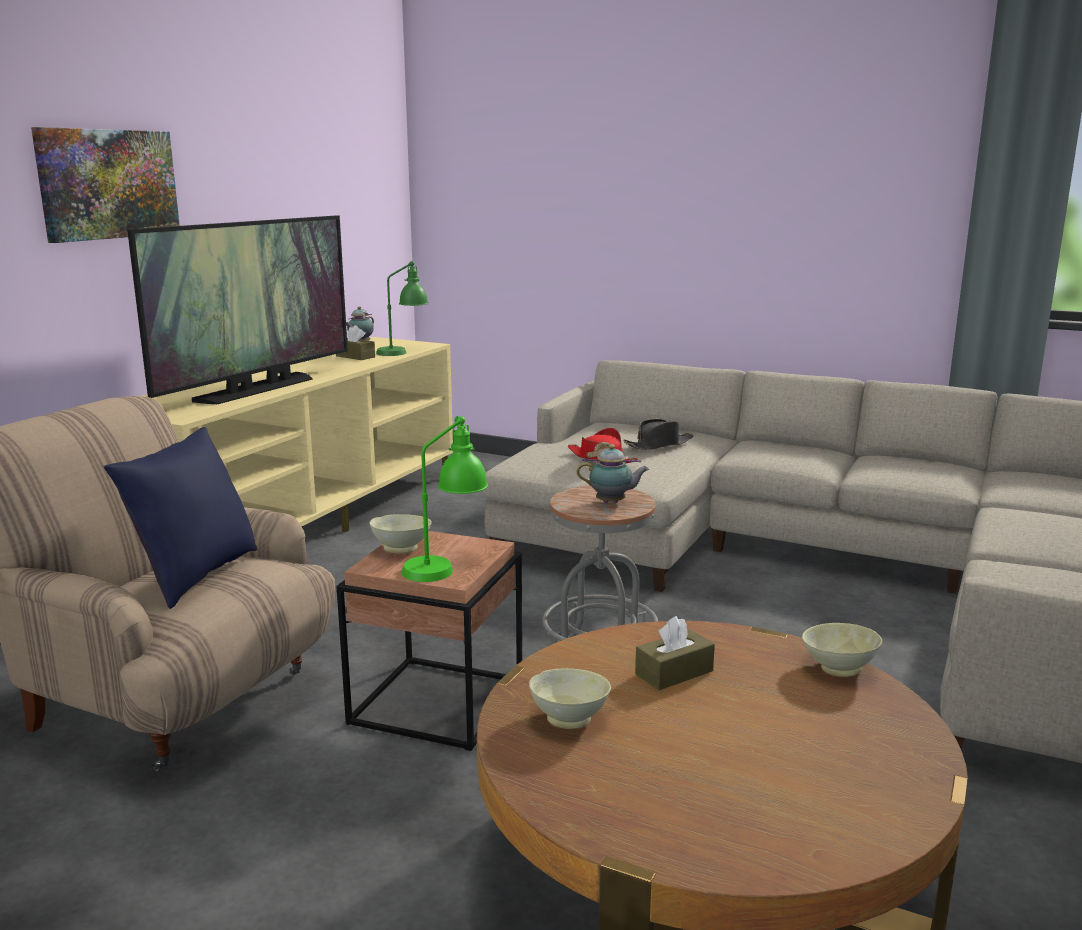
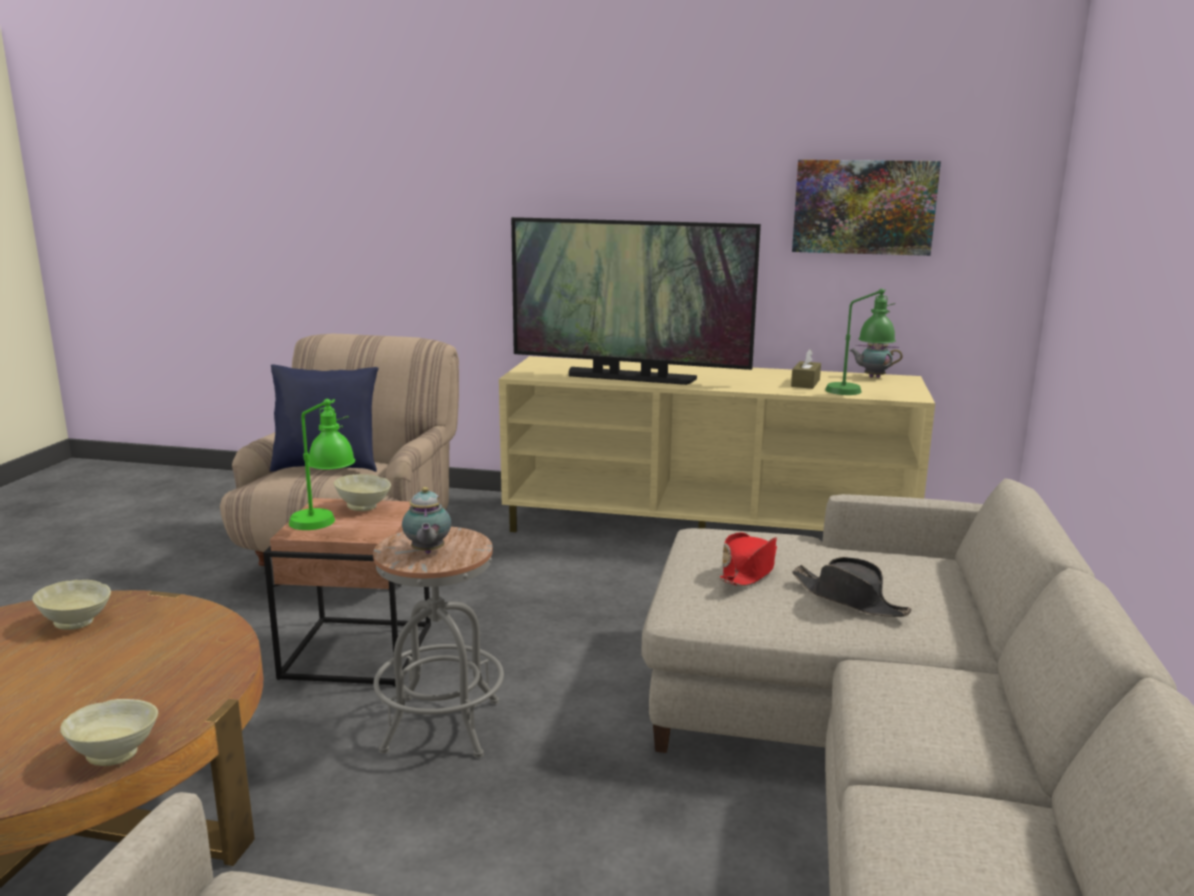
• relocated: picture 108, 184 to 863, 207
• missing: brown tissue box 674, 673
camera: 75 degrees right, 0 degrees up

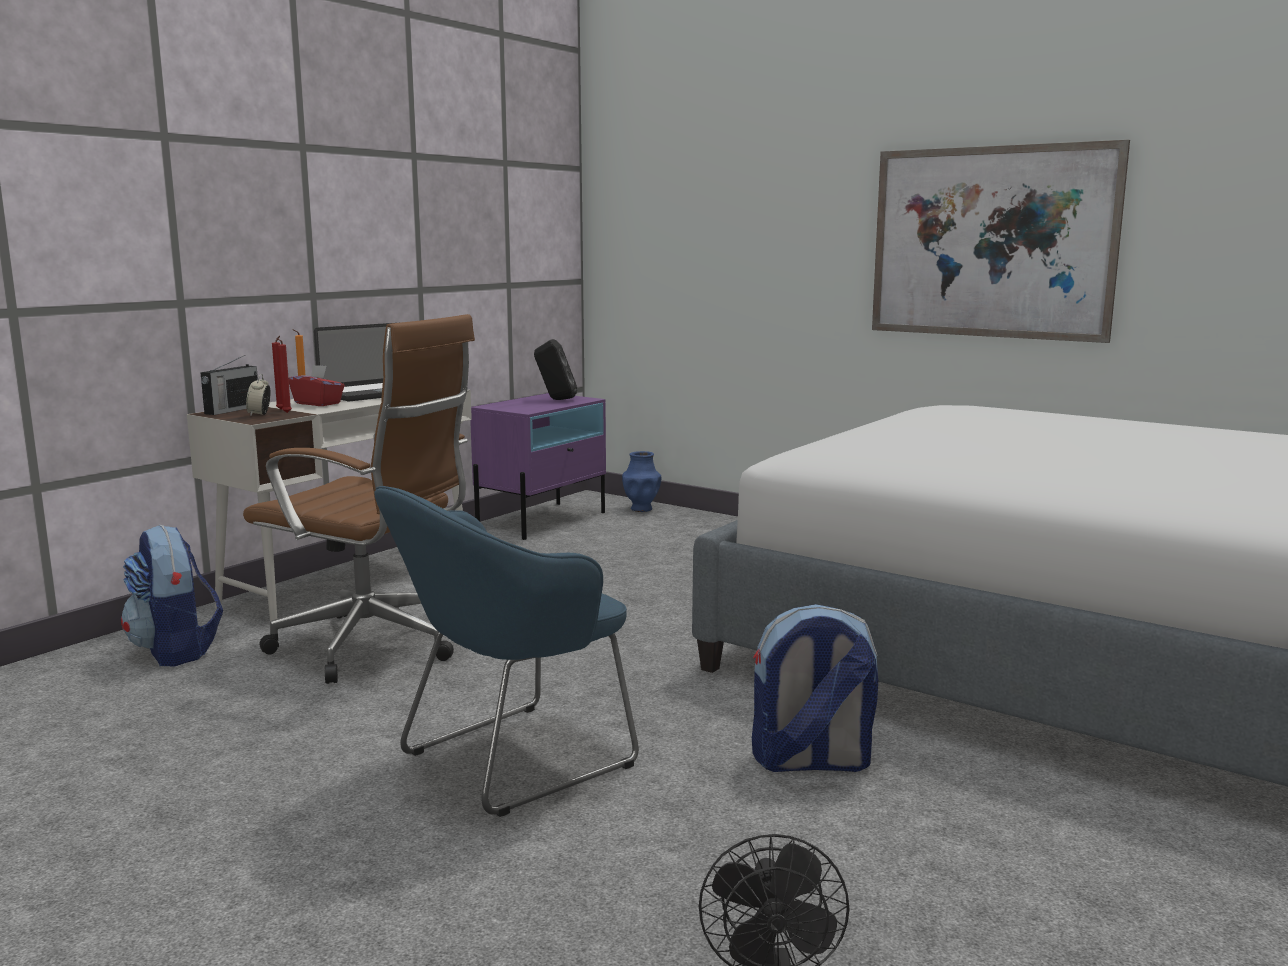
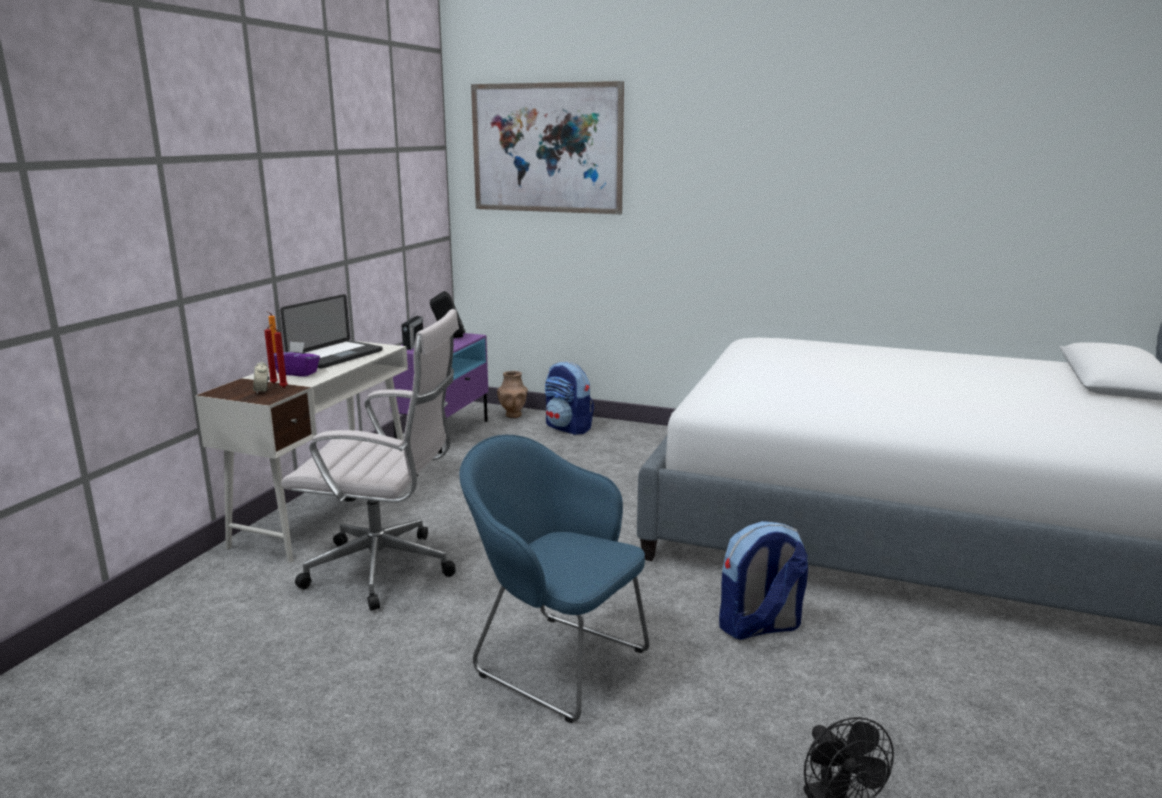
• relocated: picture 991, 242 to 546, 148
• colour: brown office chair 375, 647 to white office chair 387, 570
• relocated: radio 231, 410 to 413, 345
• colour: red tissue box 318, 403 to purple tissue box 298, 373
• colour: blue vase 641, 509 to brown vase 513, 415
• spun: blue armchair 507, 761 = 554, 660 90 degrees clockwise
• relocated: backpack 176, 651 to 568, 428
camera: 15 degrees left, 5 degrees up

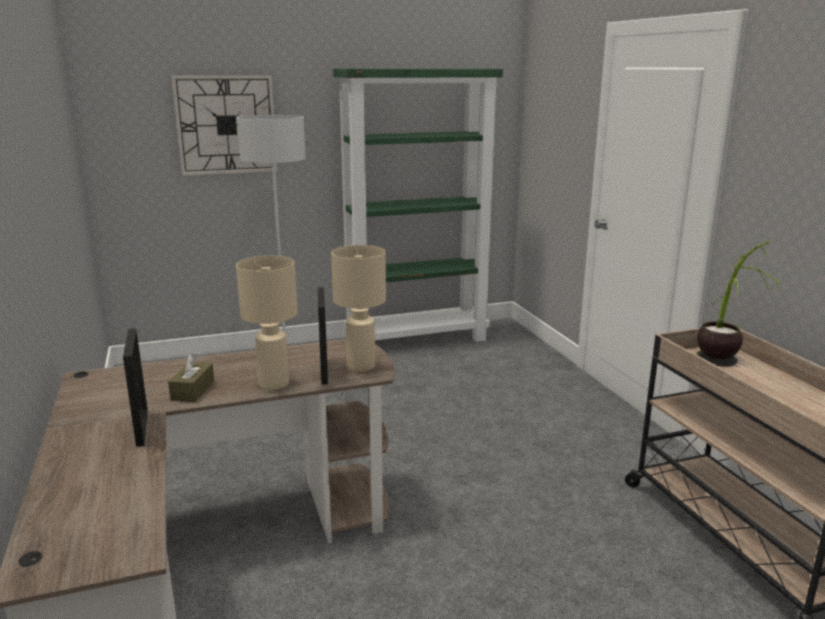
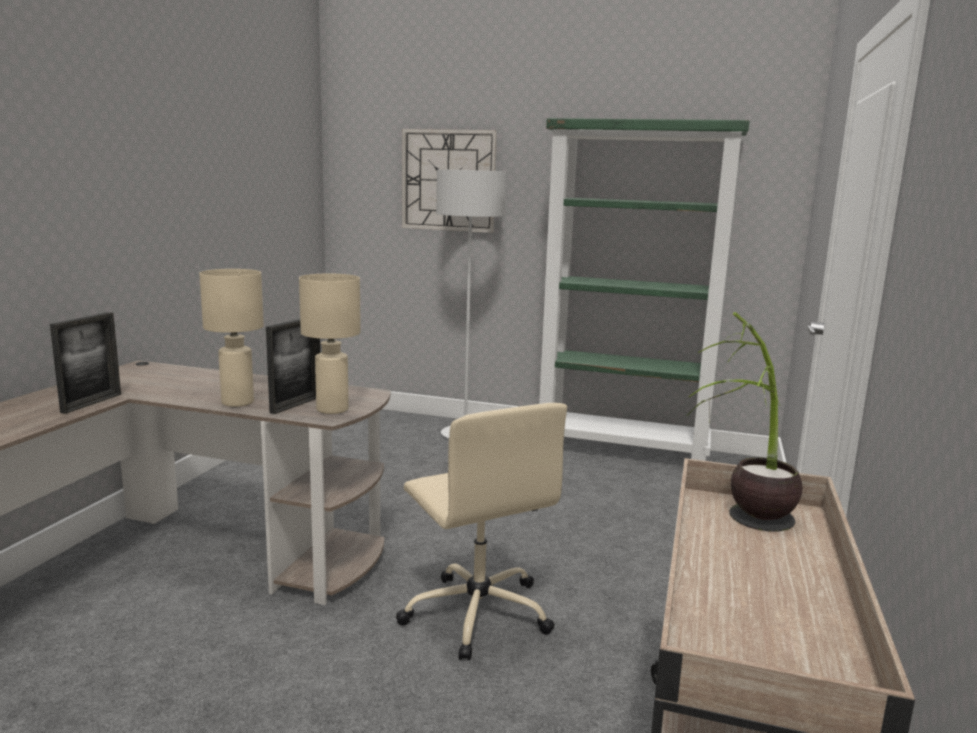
• missing: brown tissue box 193, 391
• appeared: beige office chair 477, 613
camera: 35 degrees right, 5 degrees down

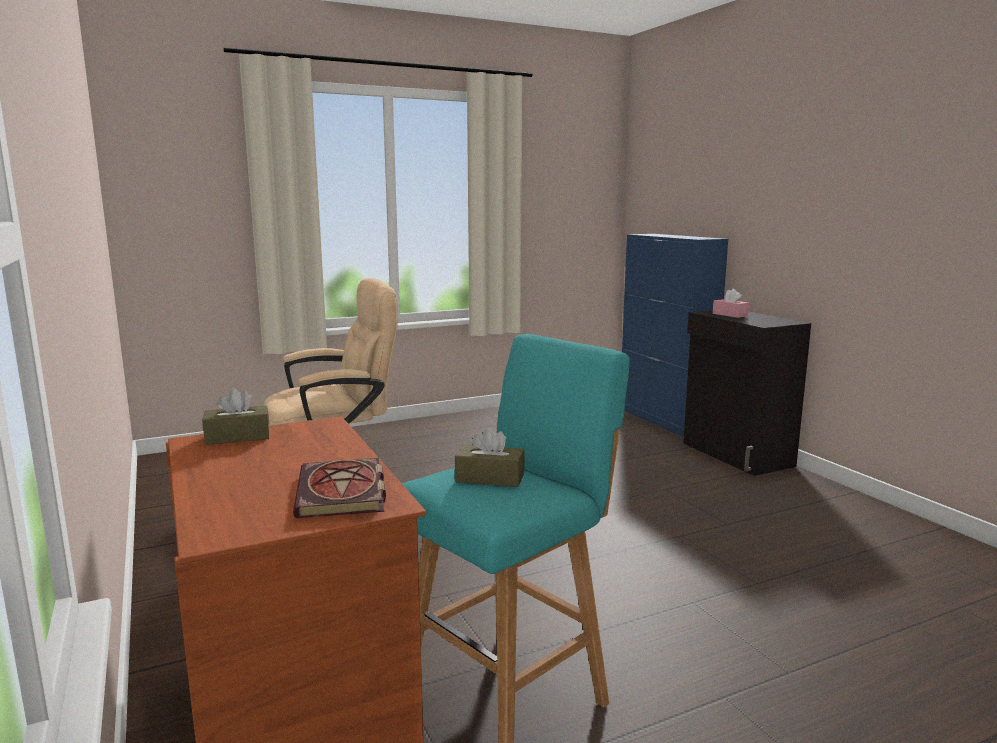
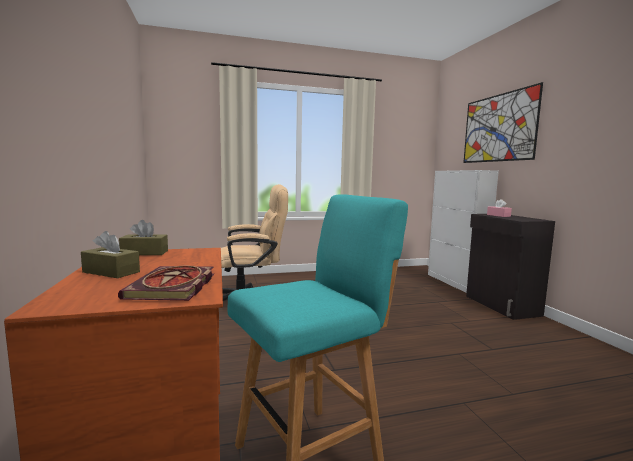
• colour: blue cabinet 664, 420 to white cabinet 455, 282
• relocated: brown tissue box 490, 478 to 111, 272
• appeared: picture 498, 128
camera: 10 degrees right, 5 degrees down

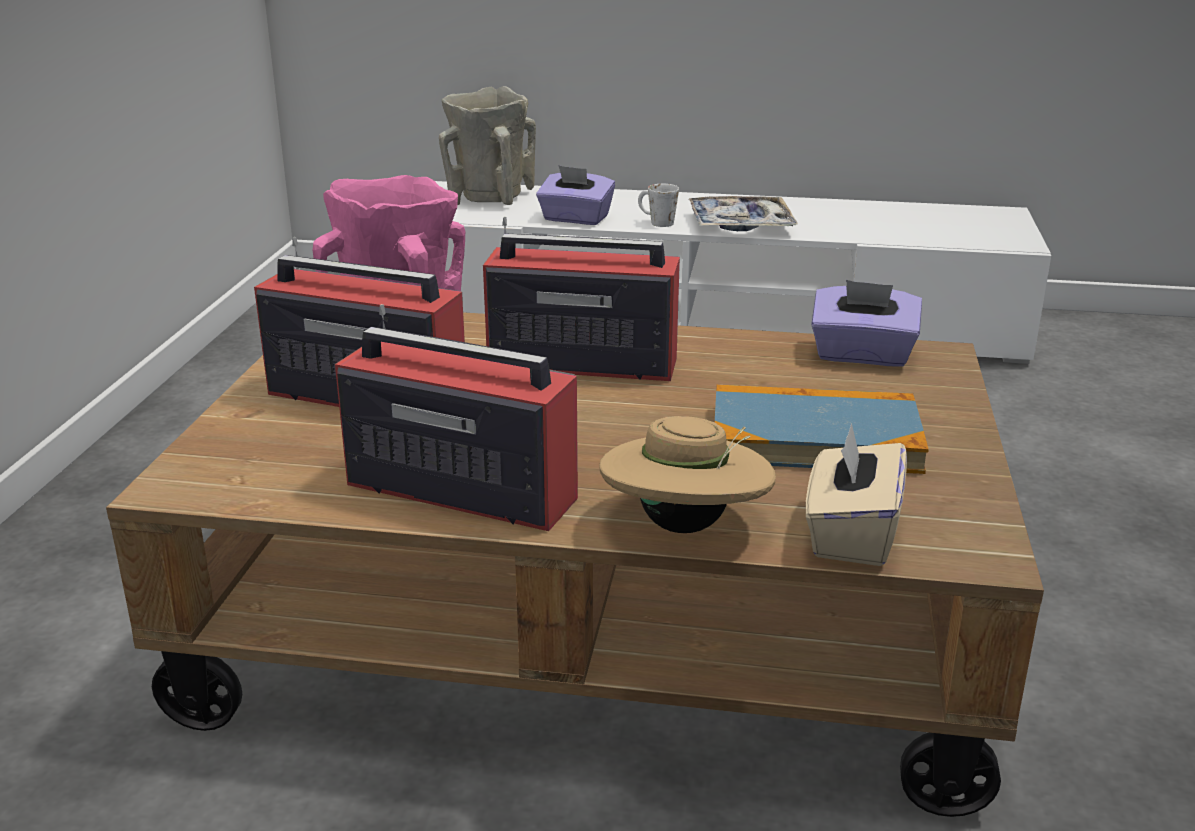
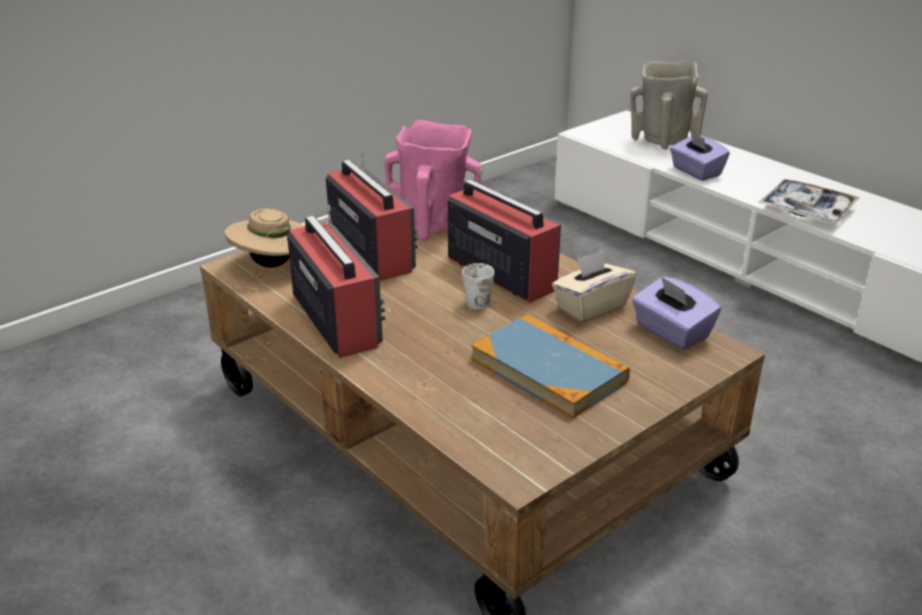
• relocated: white mug 656, 222 to 476, 299
• relocated: beige hat 685, 526 to 273, 265
• relocated: beige tissue box 851, 534 to 591, 307
camera: 40 degrees right, 5 degrees up

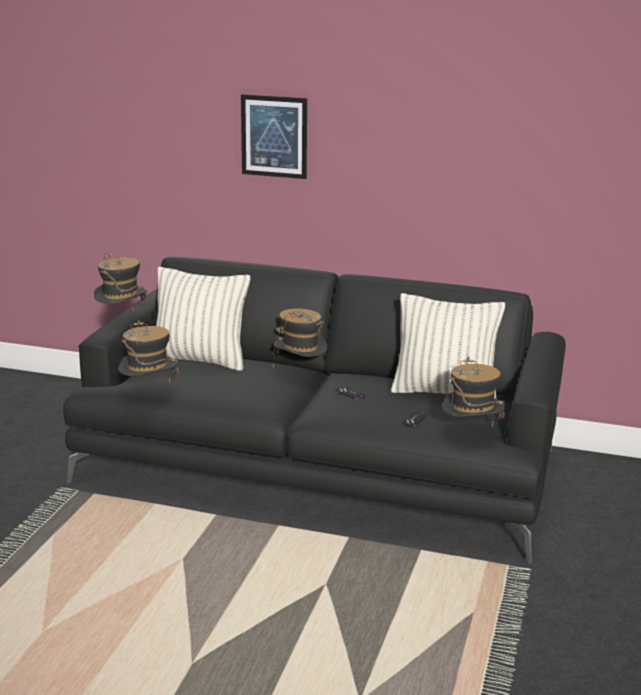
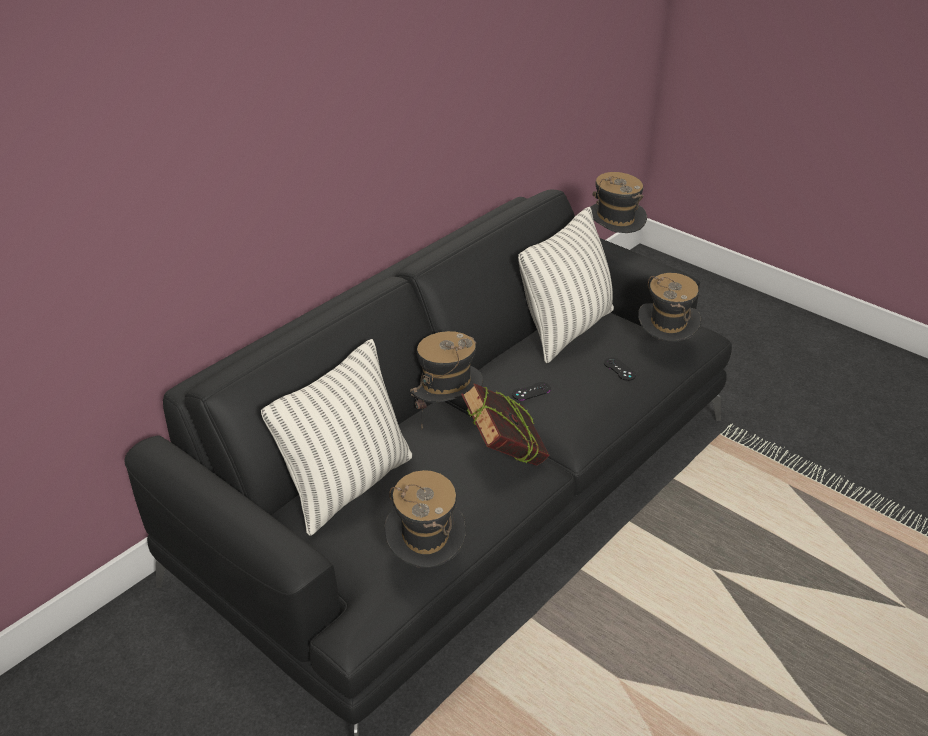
• missing: picture 274, 136
• relocated: hat 122, 320 to 612, 245
• appeared: book 504, 458
camera: 65 degrees left, 15 degrees up

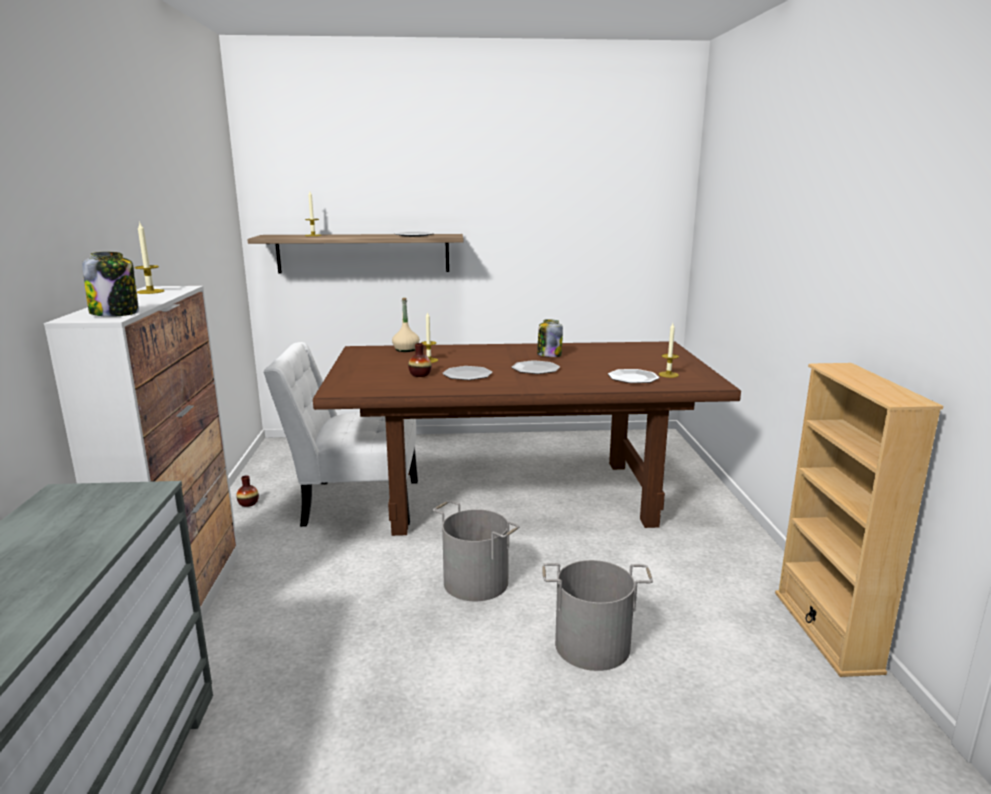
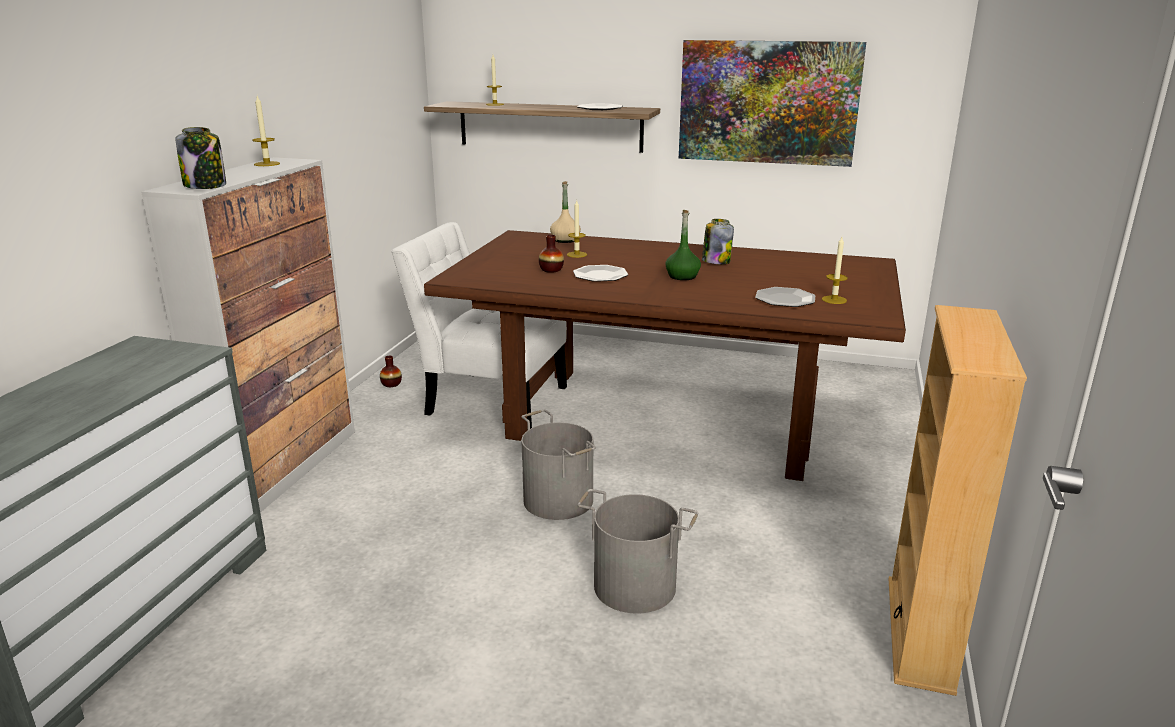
• exchanged: plate 535, 369 to green bottle 682, 276
• appeared: picture 768, 102
camera: 20 degrees right, 5 degrees up

